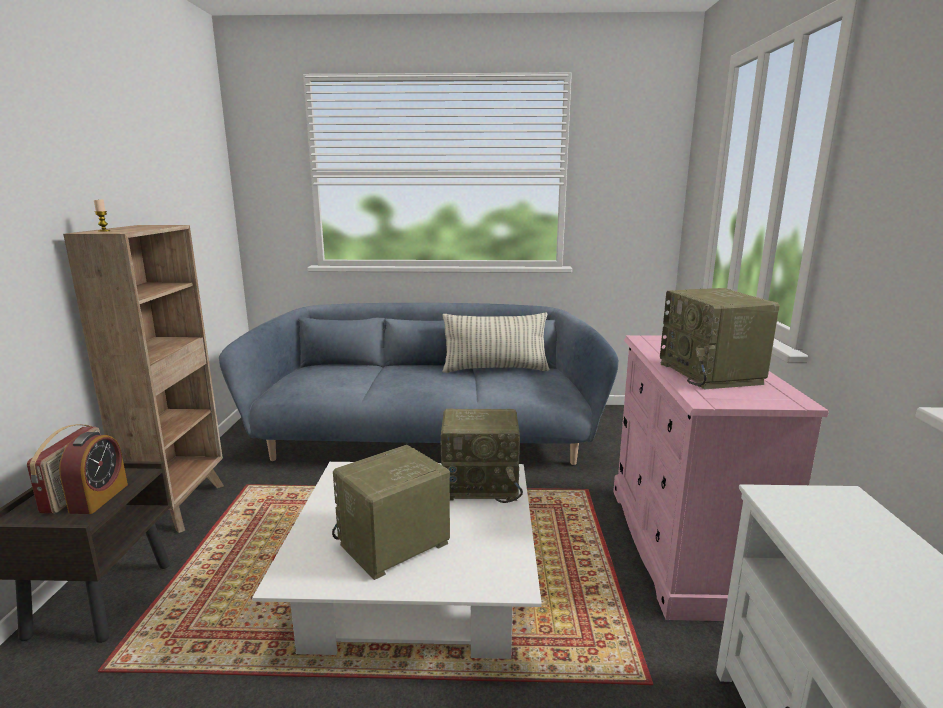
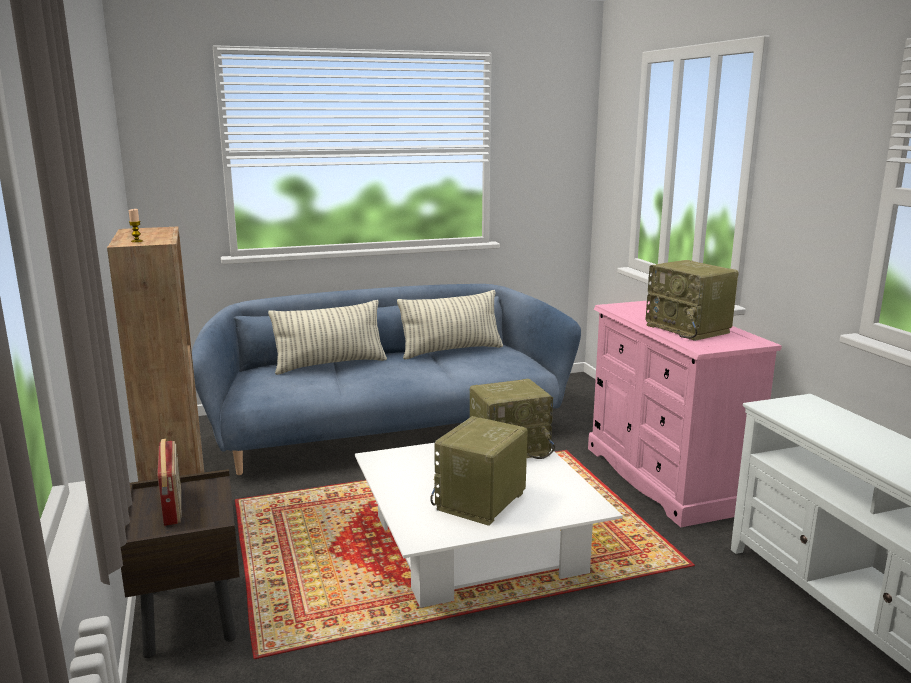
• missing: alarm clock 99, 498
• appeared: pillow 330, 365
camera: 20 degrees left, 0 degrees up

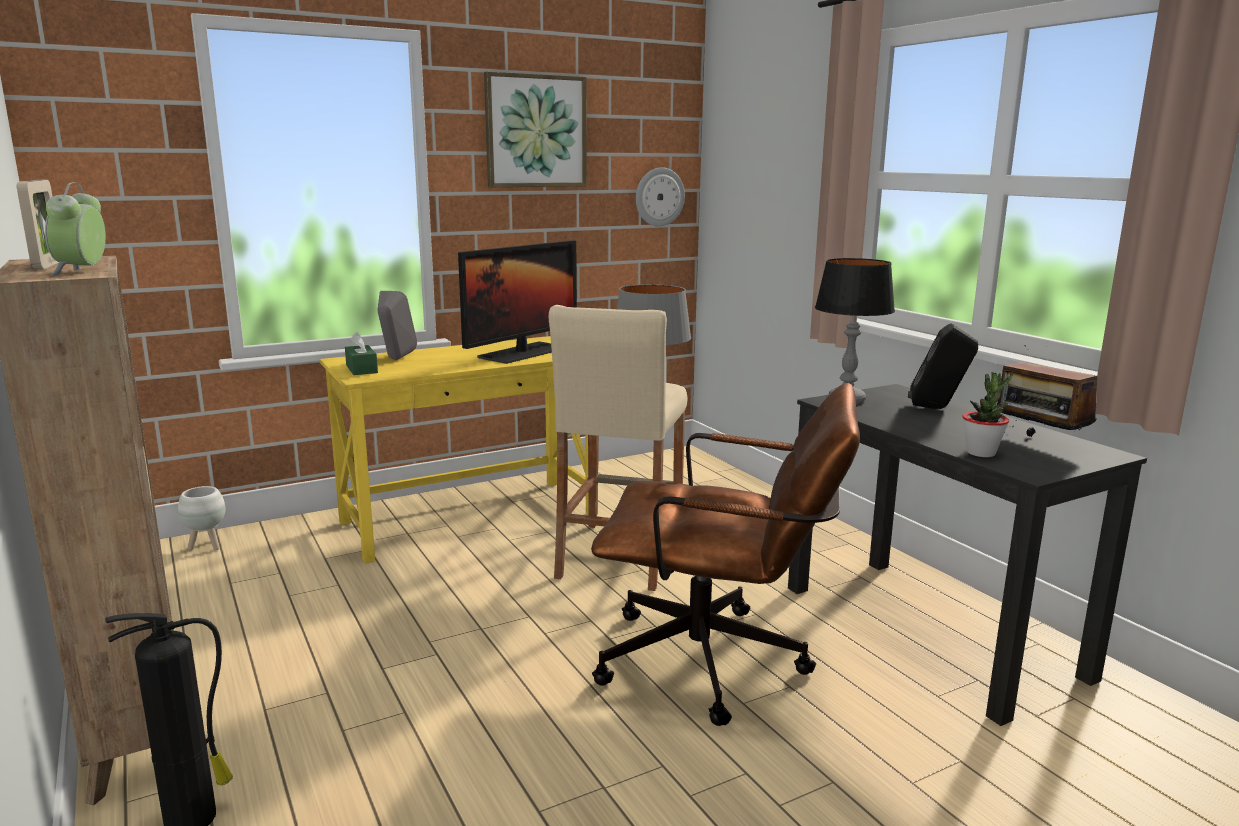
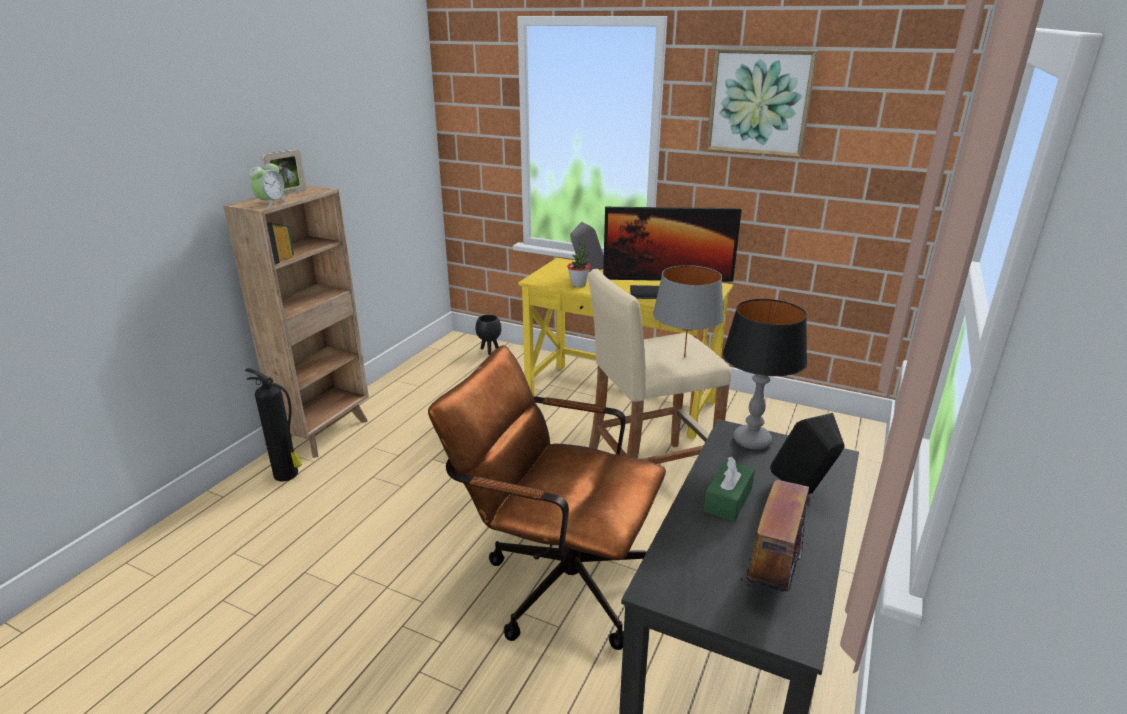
• missing: wall clock 659, 197
• spun: alarm clock 82, 271 = 271, 203 150 degrees clockwise
• relocated: green tissue box 361, 369 to 728, 500
• relocated: potted plant 981, 453 to 578, 284
• spun: brown office chair 720, 664 = 555, 581 135 degrees clockwise
• colour: white planter 206, 546 to black planter 489, 350
camera: 55 degrees right, 10 degrees up

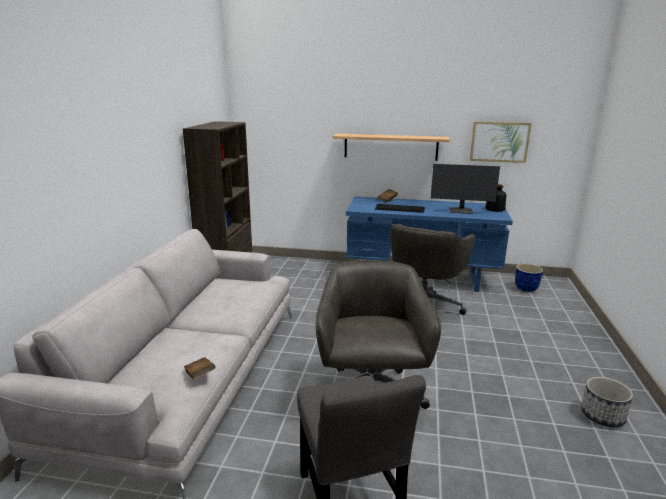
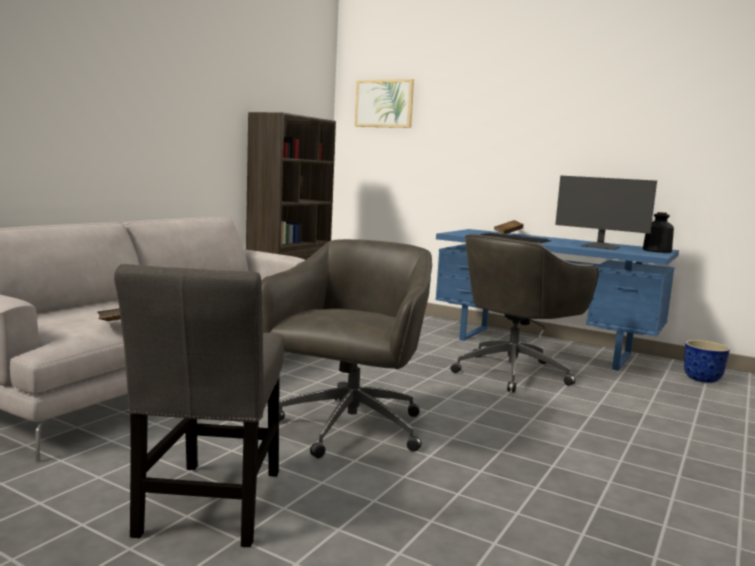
• relocated: picture 499, 141 to 384, 103
• missing: shelf 390, 147
• missing: planter 602, 416
camera: 20 degrees right, 10 degrees down

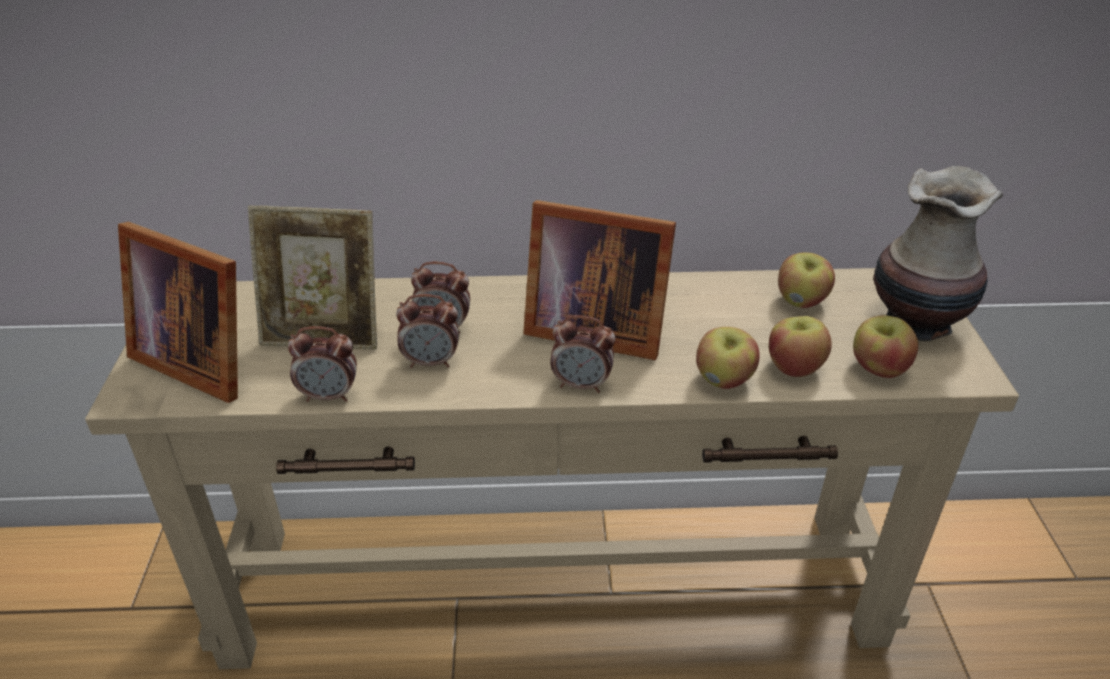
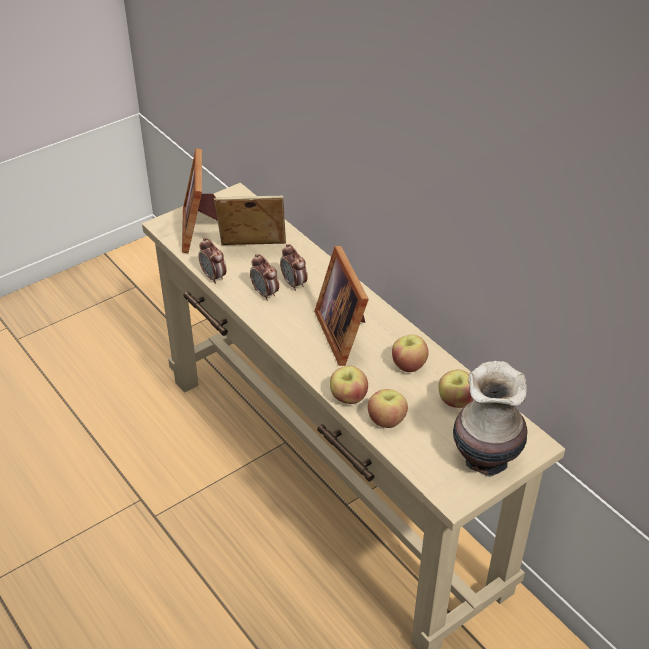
• spun: picture frame 324, 334 = 253, 251 120 degrees clockwise
• missing: alarm clock 582, 385
• relocated: apple 878, 368 to 408, 365
camera: 55 degrees right, 5 degrees up

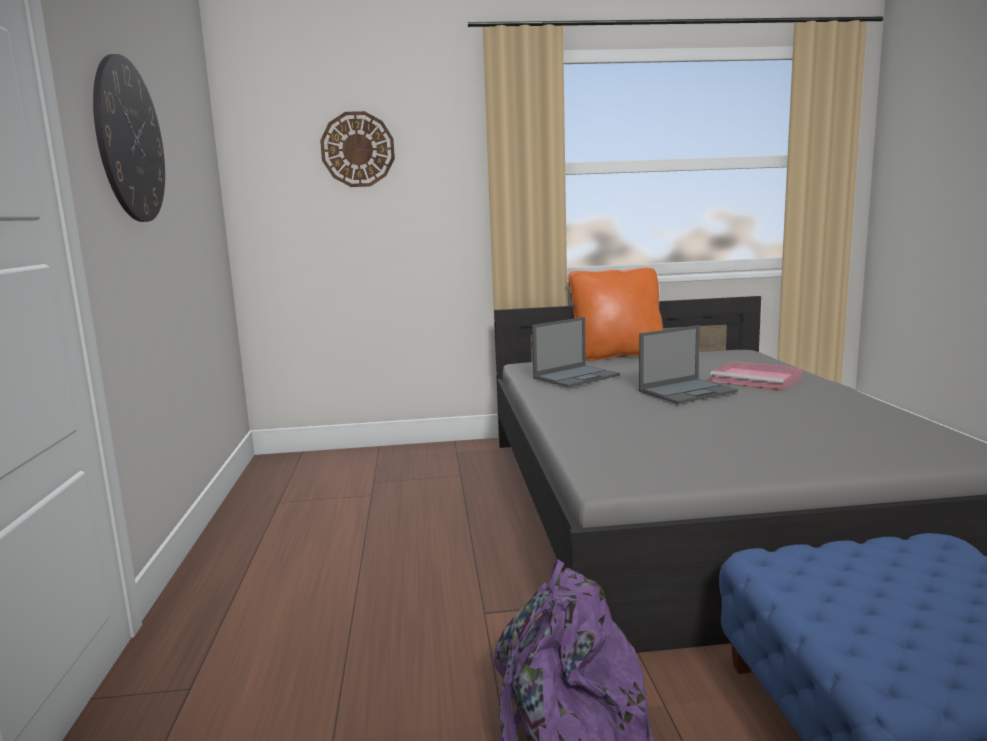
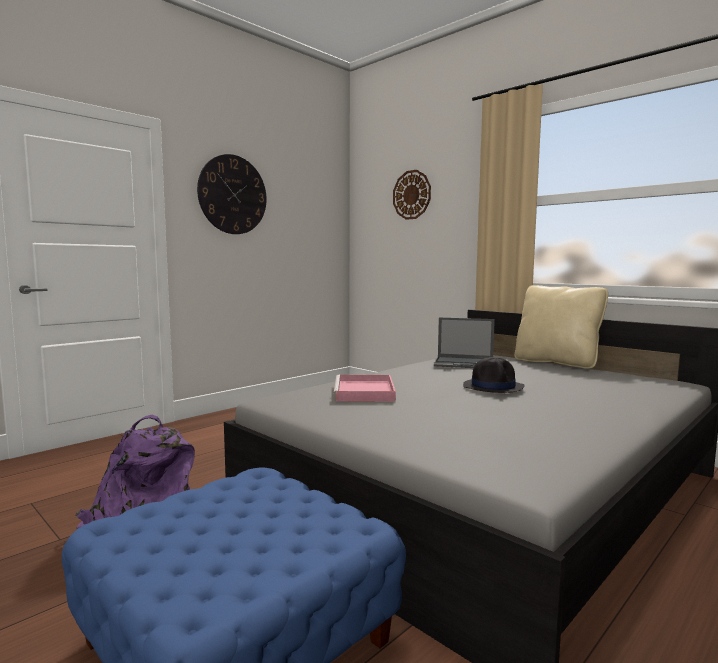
• colour: orange pillow 617, 355 to beige pillow 557, 362
• exchanged: laptop 688, 391 to black hat 493, 387
• relocated: pink tray 758, 379 to 365, 392
camera: 50 degrees right, 5 degrees down

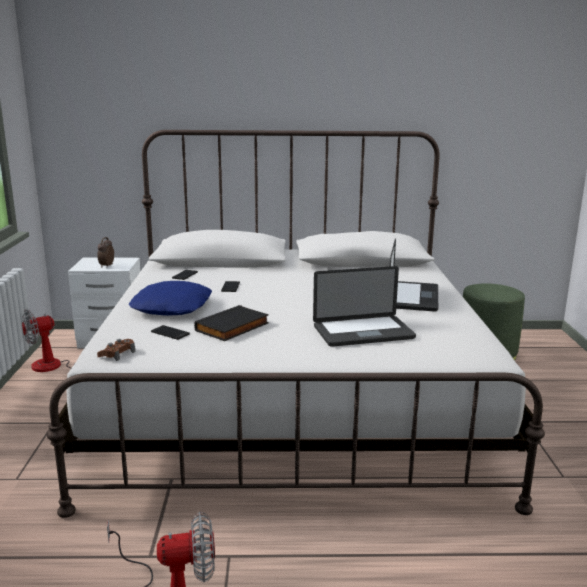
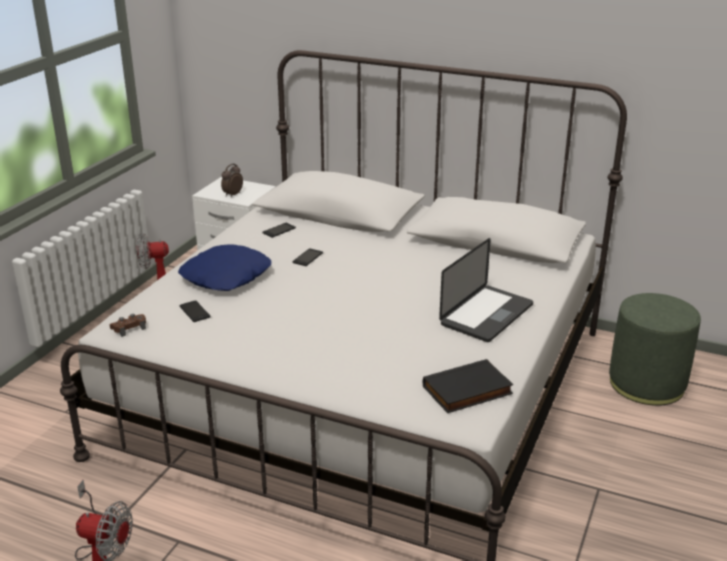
• missing: laptop 363, 333
• relocated: black book 233, 327 to 467, 391
camera: 25 degrees right, 10 degrees up

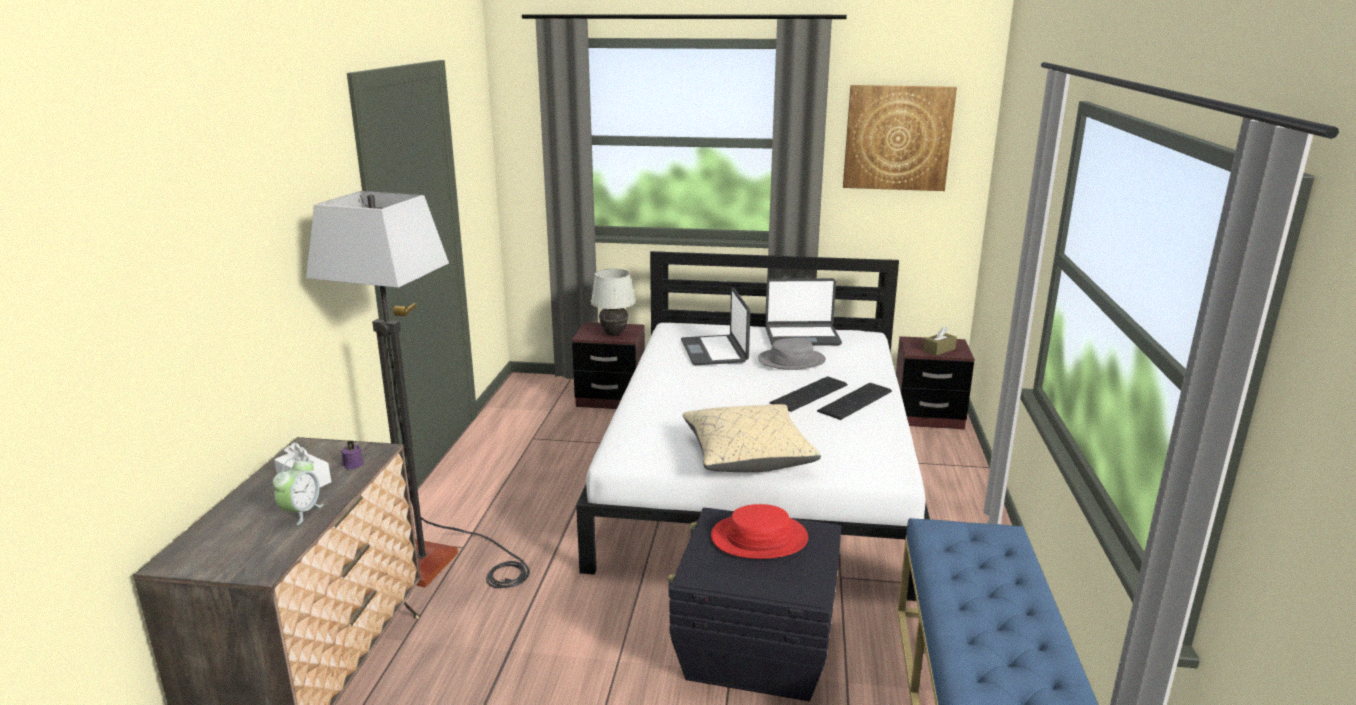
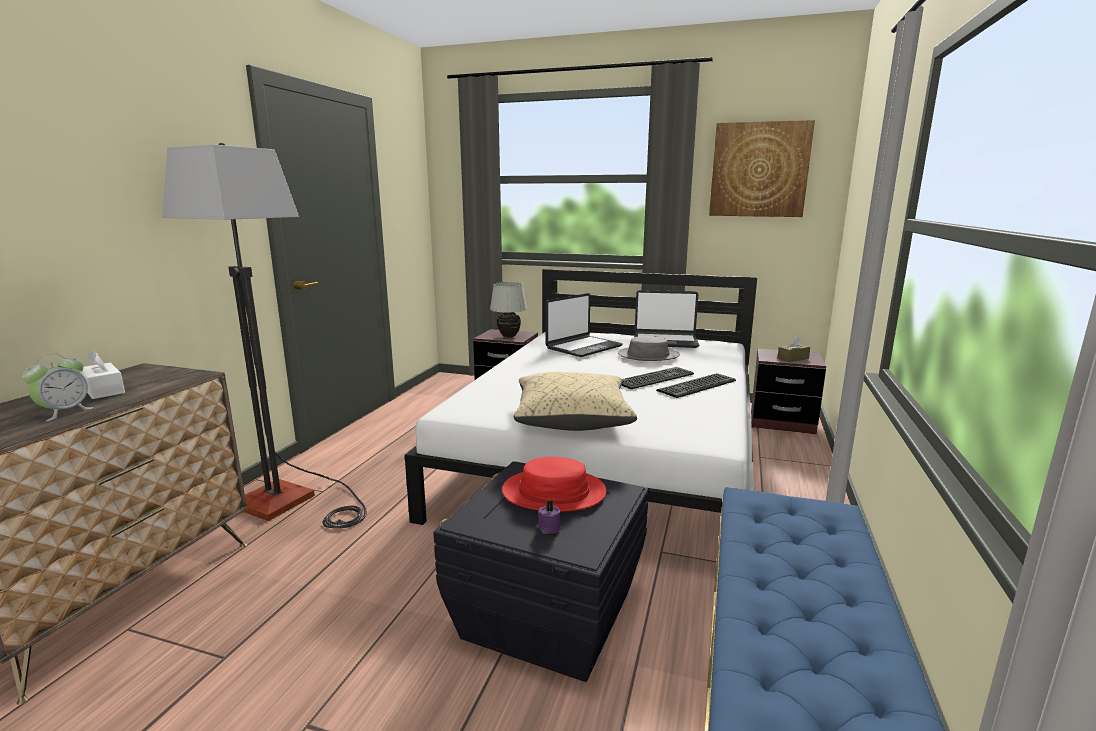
• spun: laptop 715, 351 = 583, 347 135 degrees counterclockwise
• relocated: purple candle 352, 465 to 548, 528
camera: 10 degrees right, 5 degrees down

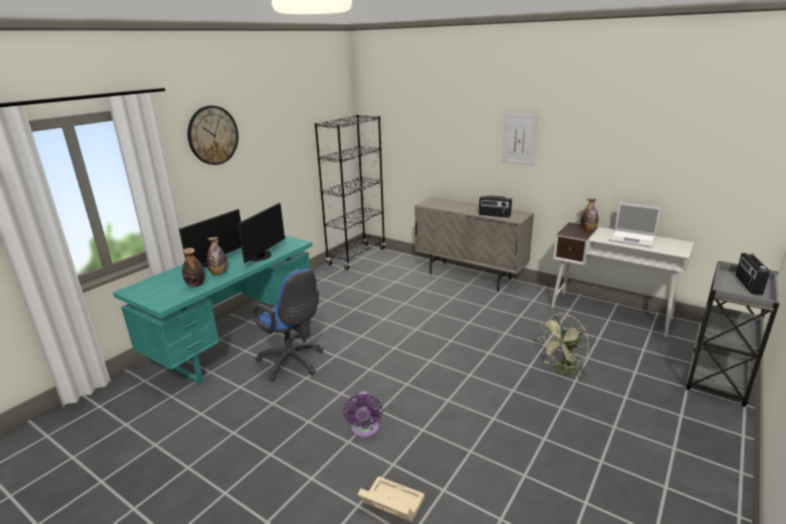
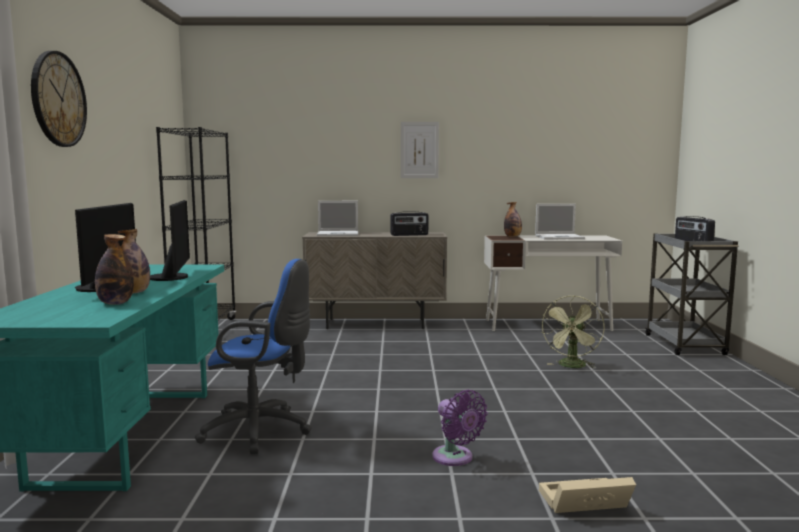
• appeared: laptop 339, 234
camera: 35 degrees left, 15 degrees down

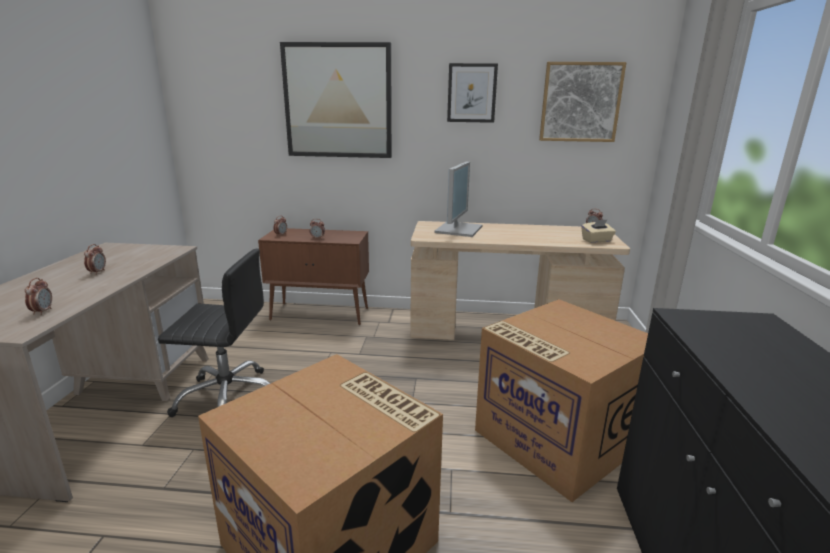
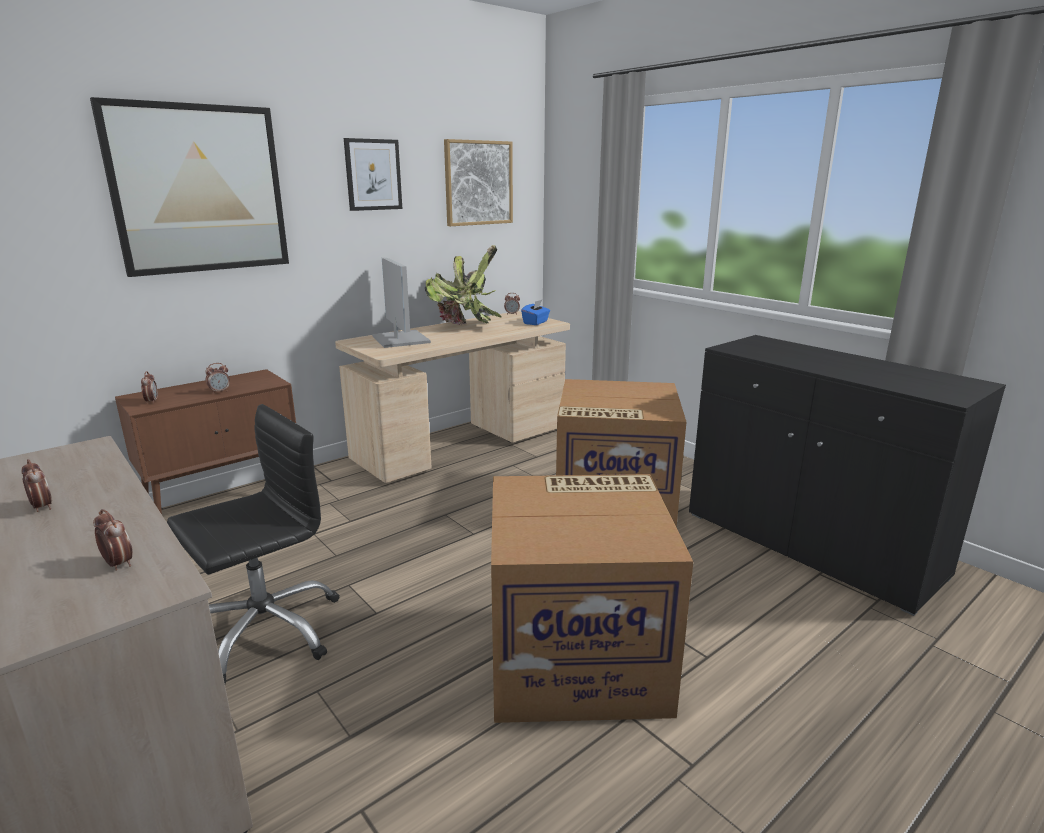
• colour: beige tissue box 596, 241 to blue tissue box 536, 322
• appeared: potted plant 464, 327
camera: 45 degrees left, 0 degrees up

